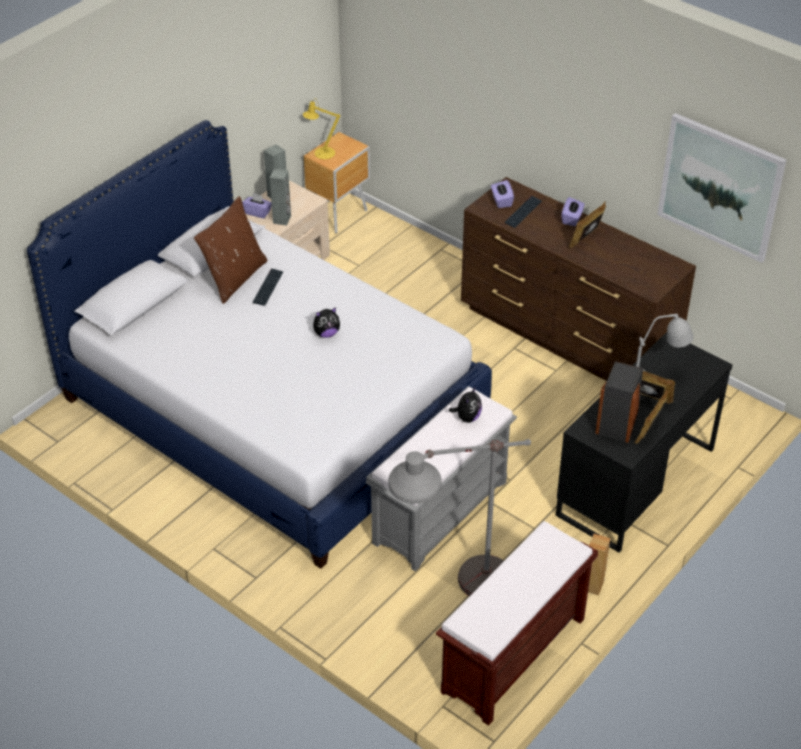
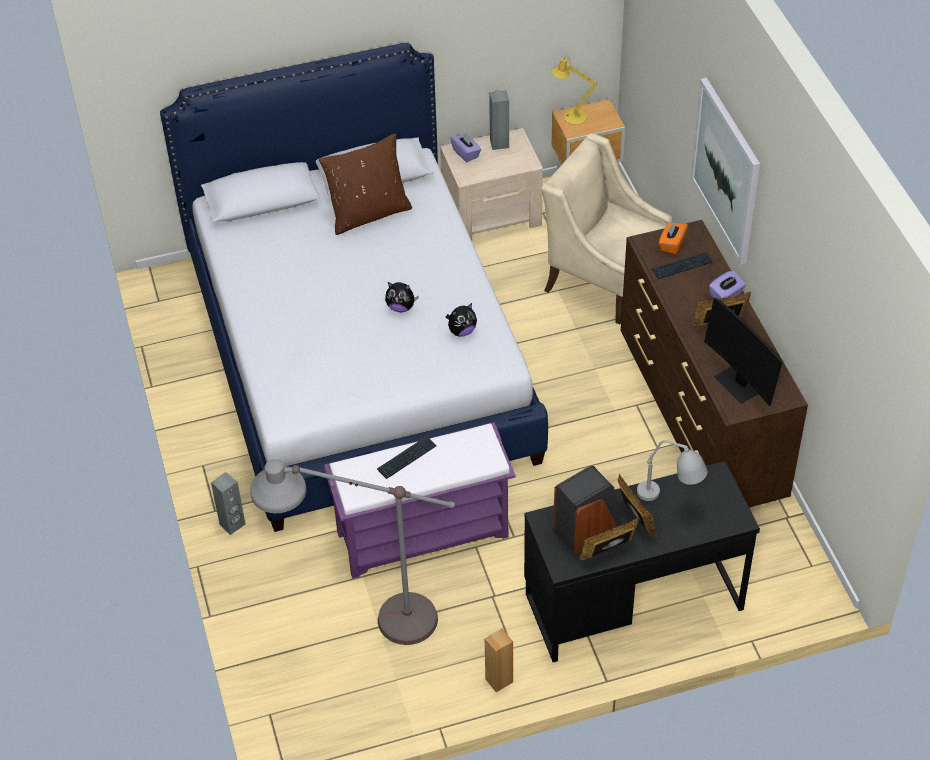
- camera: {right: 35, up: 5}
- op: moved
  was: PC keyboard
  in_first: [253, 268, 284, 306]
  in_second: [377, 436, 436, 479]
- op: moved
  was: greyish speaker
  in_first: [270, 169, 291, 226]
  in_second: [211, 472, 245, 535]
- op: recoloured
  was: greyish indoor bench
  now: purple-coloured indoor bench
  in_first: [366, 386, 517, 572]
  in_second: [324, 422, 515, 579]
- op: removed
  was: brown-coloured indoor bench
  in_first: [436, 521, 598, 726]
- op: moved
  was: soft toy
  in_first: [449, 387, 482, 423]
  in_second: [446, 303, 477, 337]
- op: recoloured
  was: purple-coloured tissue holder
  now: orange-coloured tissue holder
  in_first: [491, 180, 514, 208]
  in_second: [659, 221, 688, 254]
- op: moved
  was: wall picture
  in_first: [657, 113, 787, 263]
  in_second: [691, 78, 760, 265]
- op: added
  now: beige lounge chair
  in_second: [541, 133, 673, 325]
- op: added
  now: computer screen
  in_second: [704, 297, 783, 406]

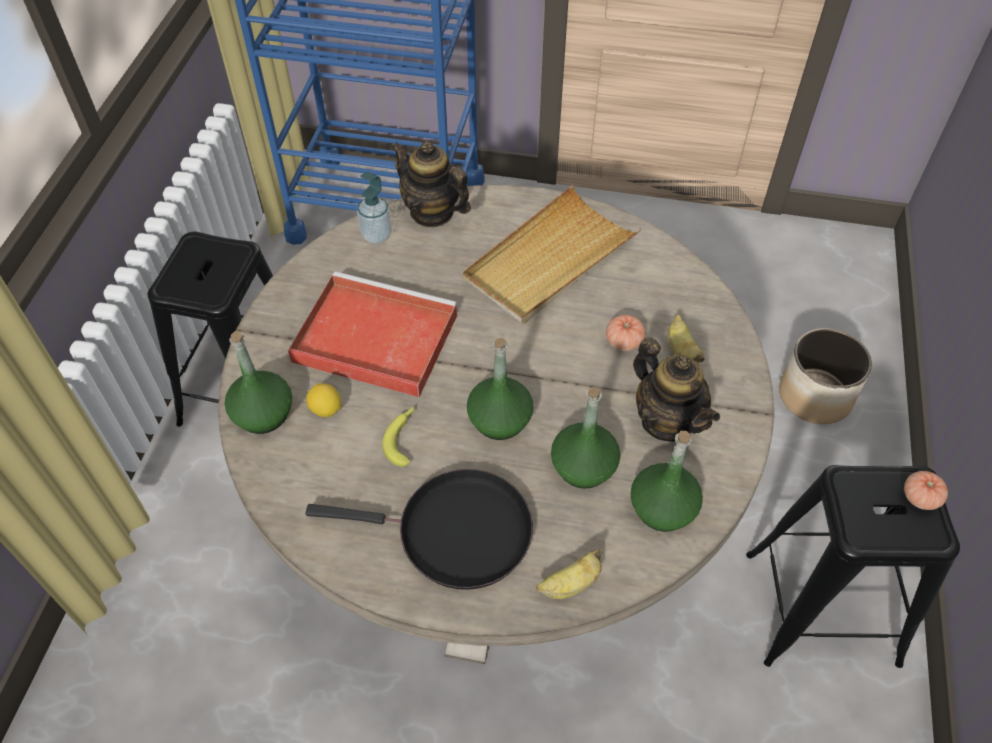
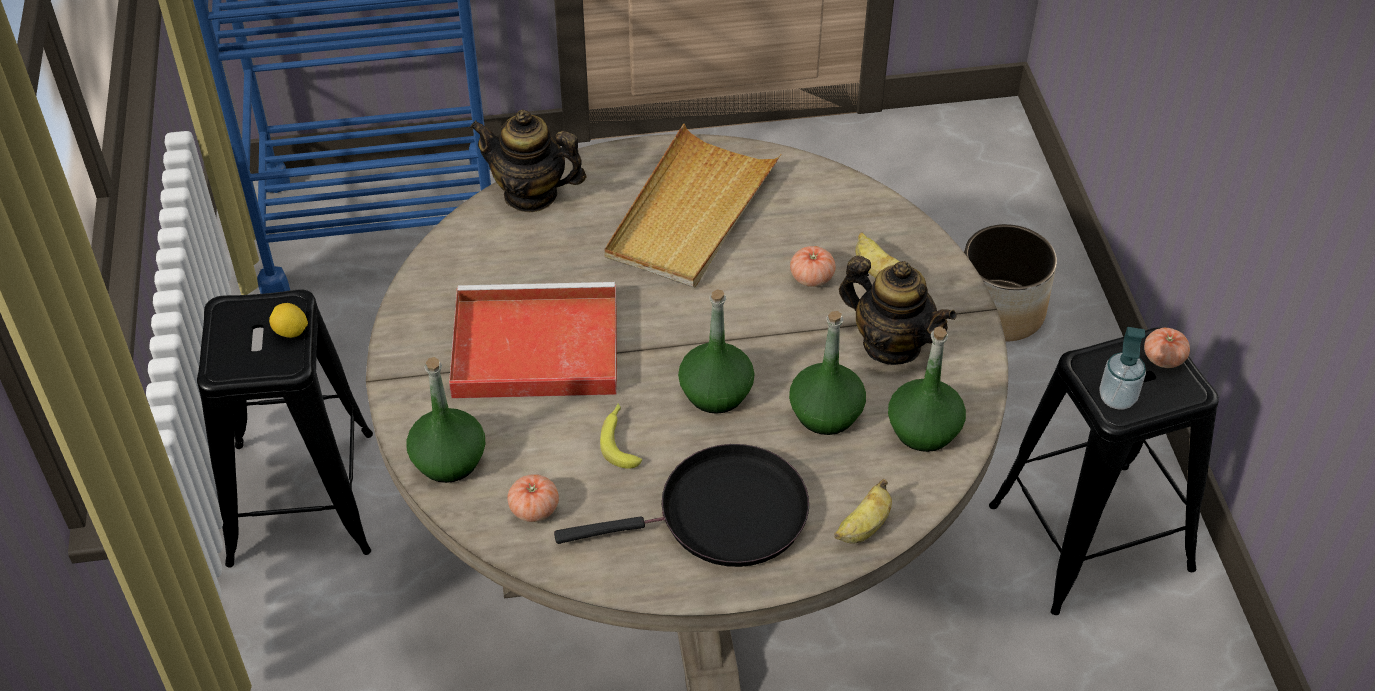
- camera: {right: -20, up: -5}
- op: moved
  was: citrus fruit
  in_first: [306, 383, 341, 417]
  in_second: [269, 303, 308, 338]
- op: moved
  was: soap bottle
  in_first: [357, 172, 392, 244]
  in_second: [1099, 327, 1146, 409]
- op: added
  now: fresh tomato
  in_second: [507, 474, 559, 522]

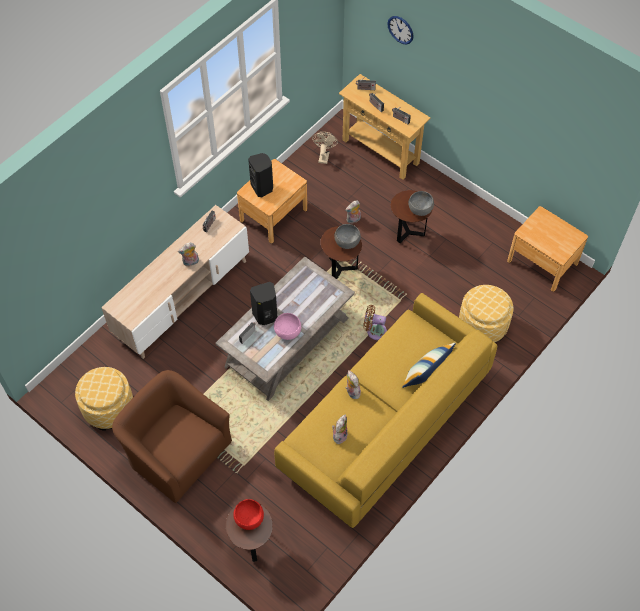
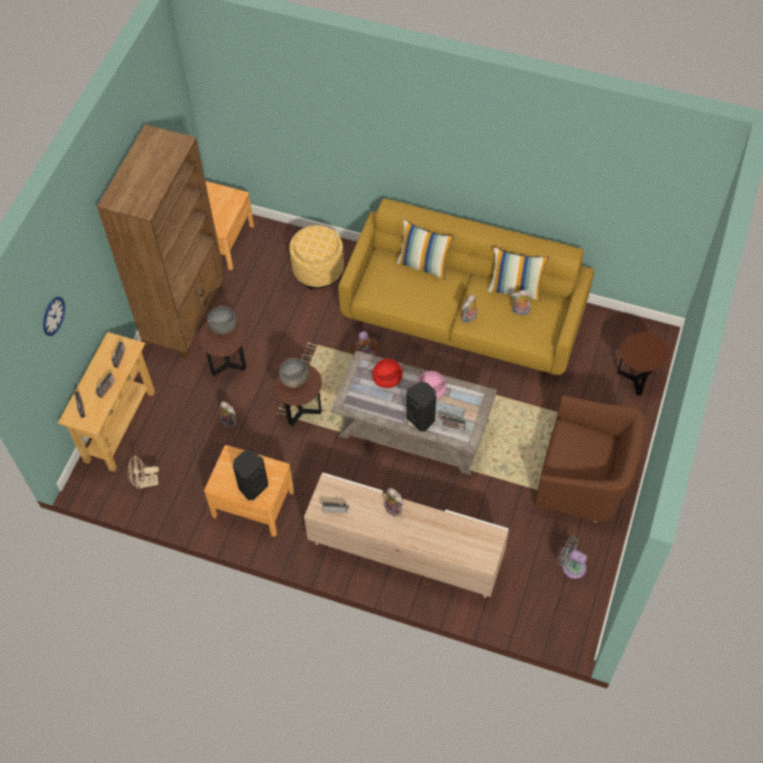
- camera: {right: -110, up: 0}
- op: replaced
  was: pouffe
  now: greyish electric fan
  in_first: [75, 367, 133, 431]
  in_second: [558, 536, 588, 579]
- op: turned
  was: brown-coloured lounge chair
  in_first: [112, 370, 232, 503]
  in_second: [535, 395, 646, 522]
  clockwise: -90
- op: moved
  was: red-coloured serving bowl
  in_first: [233, 499, 264, 530]
  in_second: [372, 359, 403, 388]
- op: added
  now: brown-coloured bookshelf
  in_second: [97, 125, 225, 358]
- op: added
  now: pillow
  in_second: [488, 247, 549, 301]

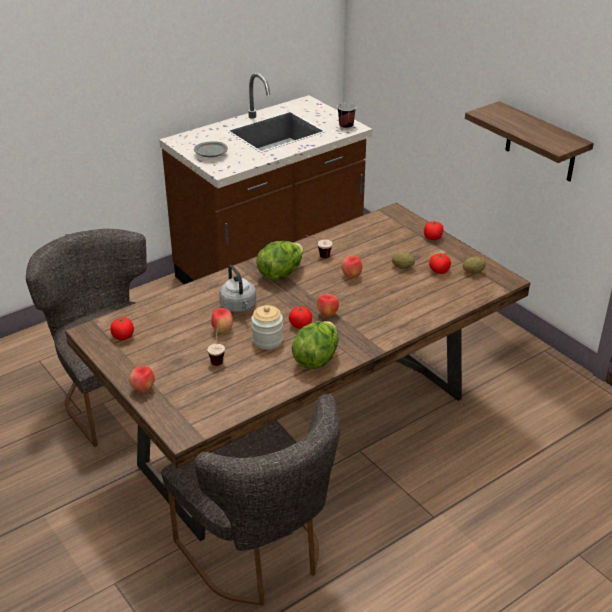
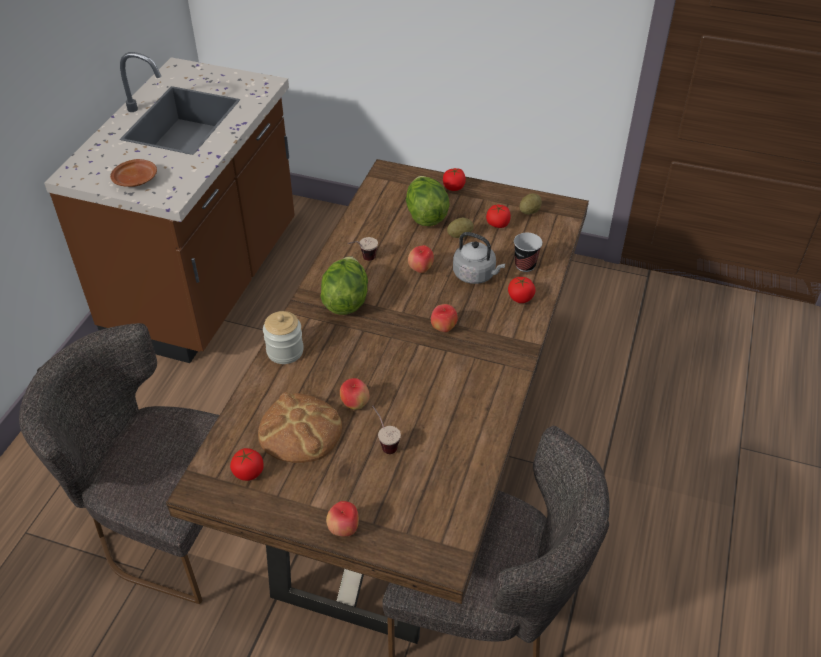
- camera: {right: -35, up: 10}
- op: recoloured
  was: greyish plate
  now: brown-coloured plate
  in_first: [194, 141, 228, 158]
  in_second: [110, 159, 157, 187]
- op: moved
  was: greyish tea kettle
  in_first: [219, 265, 256, 313]
  in_second: [453, 232, 505, 284]
- op: moved
  was: storage jar
  in_first: [251, 305, 283, 349]
  in_second: [263, 311, 304, 364]
- op: moved
  was: fresh tomato
  in_first: [289, 306, 312, 329]
  in_second: [508, 277, 535, 303]
- op: moved
  was: lettuce head
  in_first: [291, 321, 338, 369]
  in_second: [406, 176, 450, 226]
- op: moved
  was: small cup
  in_first: [337, 103, 356, 129]
  in_second: [514, 233, 542, 272]
- op: removed
  was: bracket shelf
  in_first: [465, 101, 594, 181]
- op: added
  now: bread
  in_second: [258, 392, 342, 463]

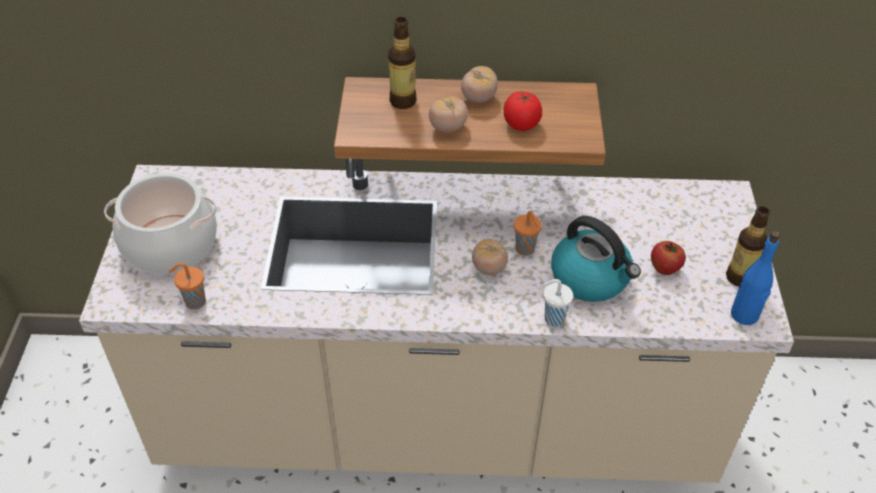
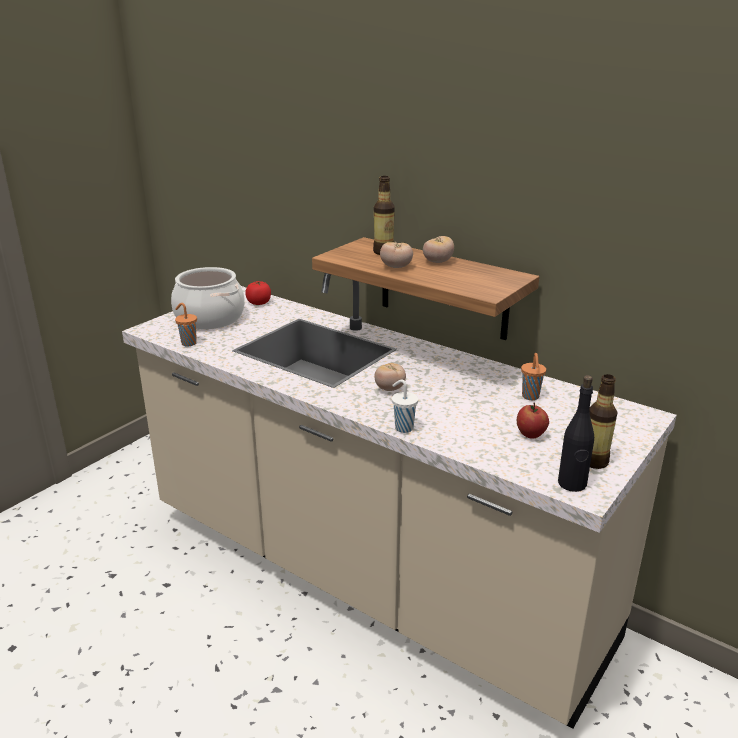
- camera: {right: 35, up: -20}
- op: moved
  was: fresh tomato
  in_first: [504, 91, 542, 131]
  in_second: [245, 281, 271, 305]
- op: moved
  was: orange-coloured small cup
  in_first: [514, 211, 542, 256]
  in_second: [521, 353, 546, 400]
- op: removed
  was: tea kettle
  in_first: [551, 216, 641, 302]
- op: recoloured
  was: blue-coloured drink bottle
  now: black-coloured drink bottle
  in_first: [731, 230, 780, 325]
  in_second: [558, 375, 594, 492]

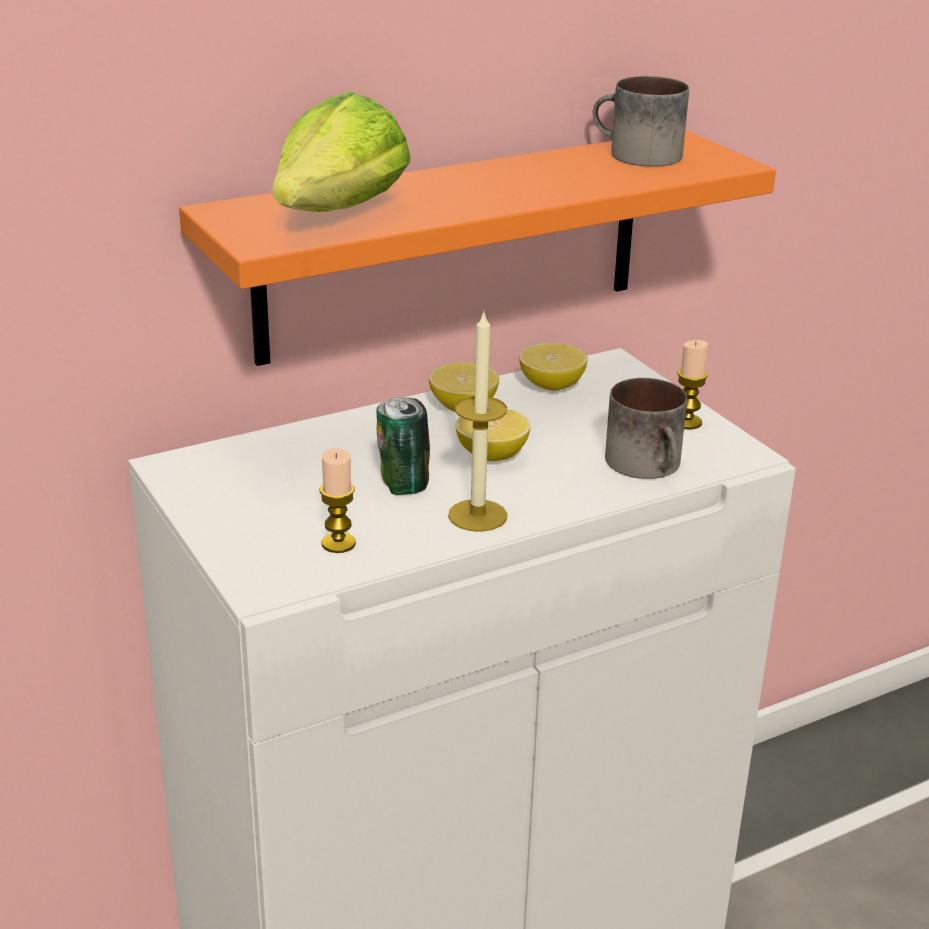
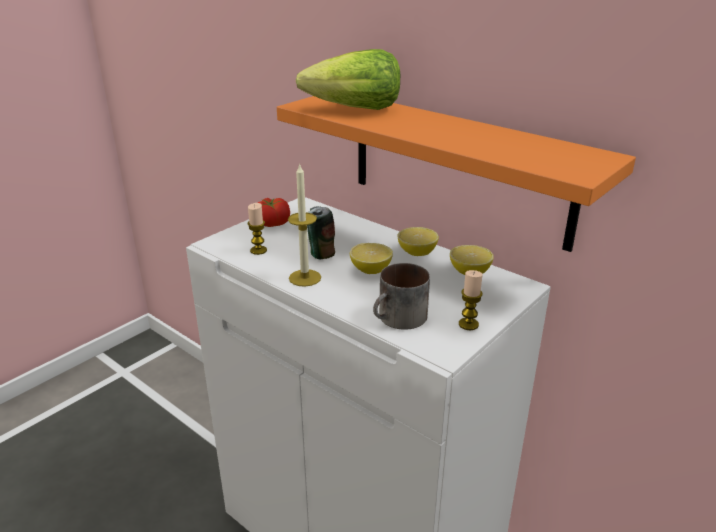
- camera: {right: 70, up: 0}
- op: removed
  was: mug
  in_first: [593, 76, 689, 167]
- op: added
  now: fresh tomato
  in_second: [257, 198, 290, 227]

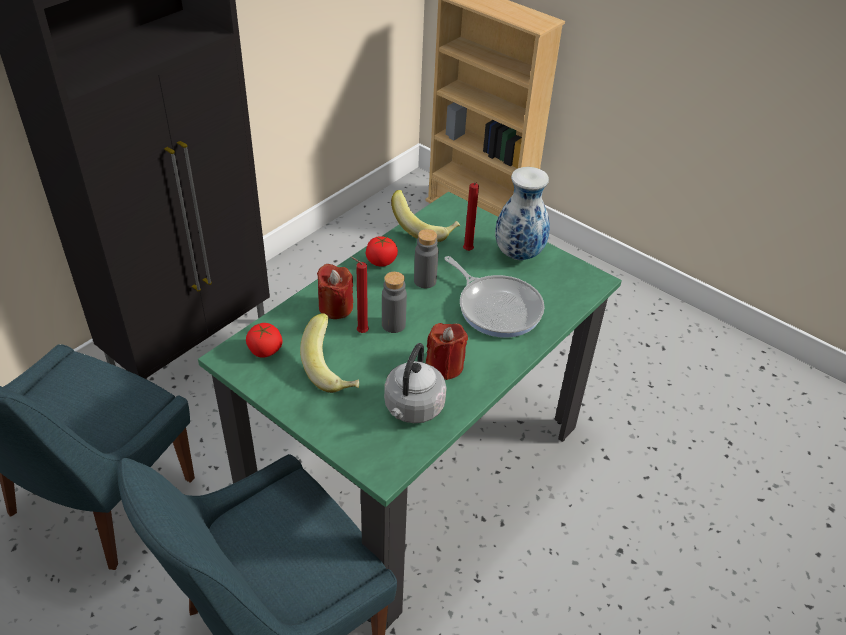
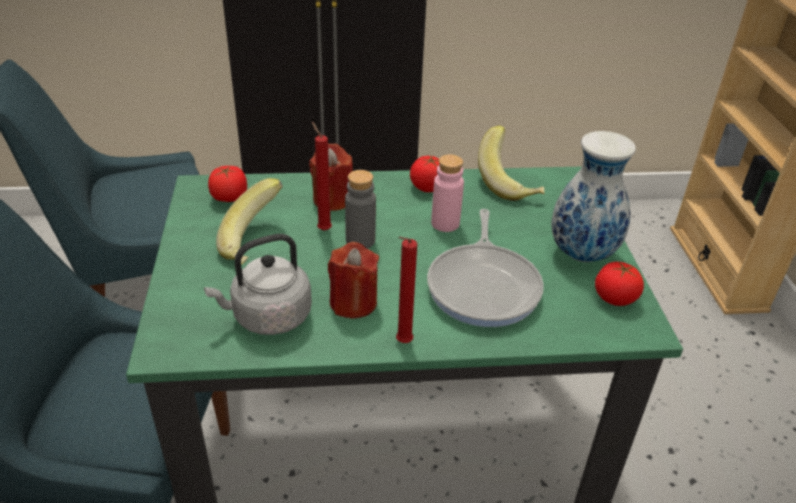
- camera: {right: 45, up: -5}
- op: recoloured
  was: greyish drink bottle
  now: pink drink bottle
  in_first: [414, 229, 438, 288]
  in_second: [431, 154, 464, 232]
- op: moved
  was: red-coloured wax candle
  in_first: [463, 182, 479, 251]
  in_second: [396, 236, 417, 343]
- op: added
  now: fresh tomato
  in_second: [595, 261, 644, 306]

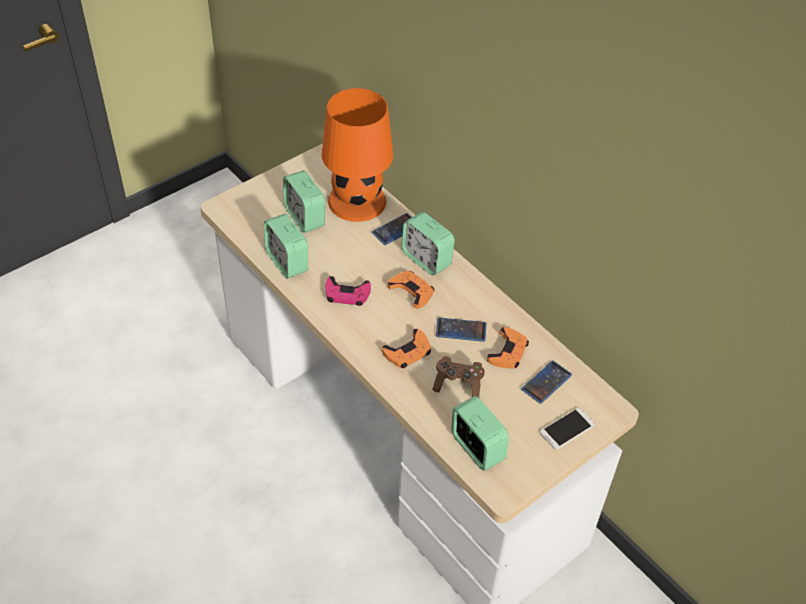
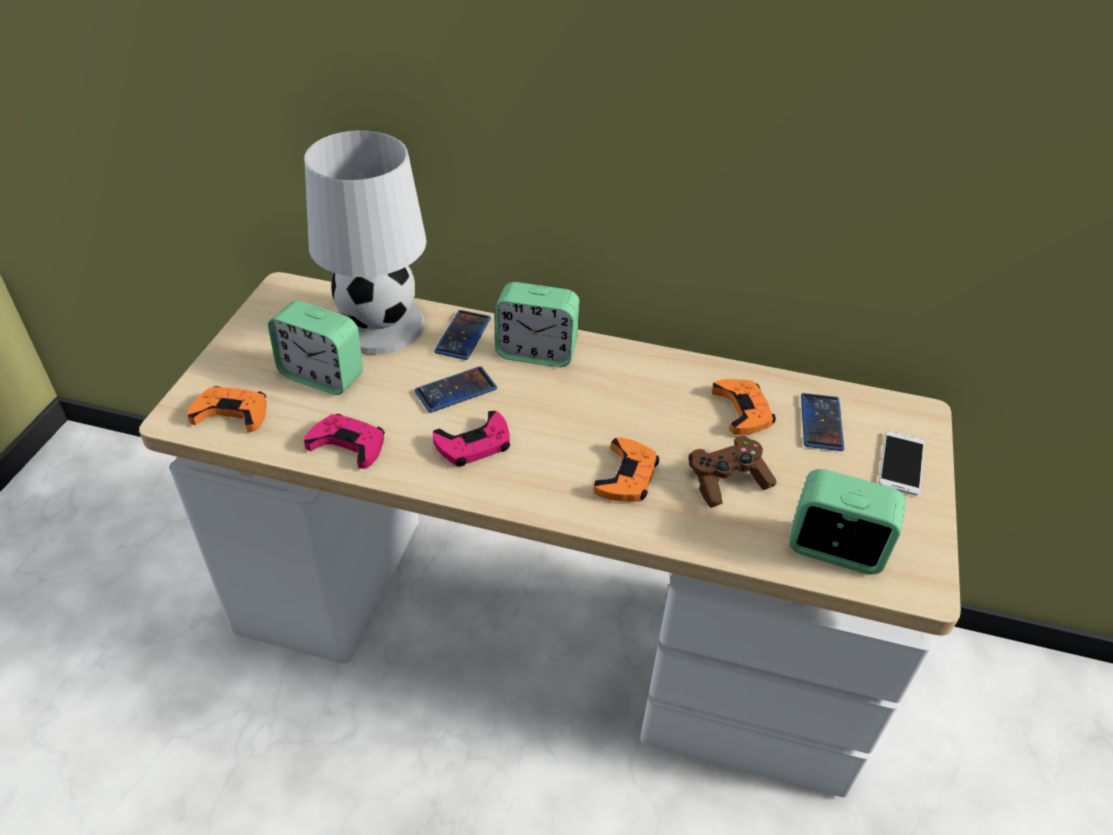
- camera: {right: -35, up: -5}
- op: replaced
  was: bedside clock
  now: pink joypad
  in_first: [264, 214, 308, 279]
  in_second: [304, 414, 385, 469]
- op: recoloured
  was: orange-coloured table lamp
  now: white table lamp
  in_first: [322, 88, 393, 222]
  in_second: [304, 130, 427, 355]
- op: moved
  was: orange-coloured joypad
  in_first: [388, 271, 434, 309]
  in_second: [187, 386, 266, 432]
- op: moved
  was: telephone
  in_first: [436, 318, 487, 342]
  in_second: [414, 366, 497, 413]

